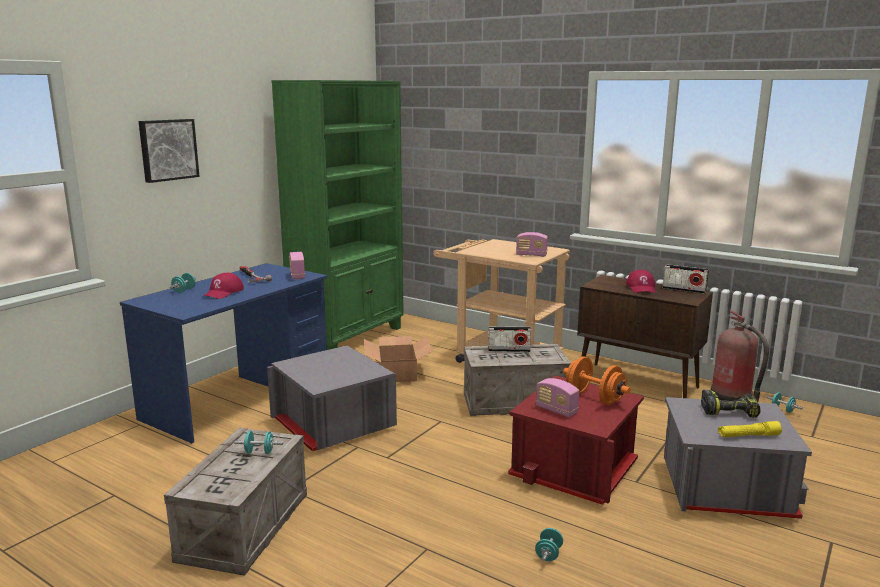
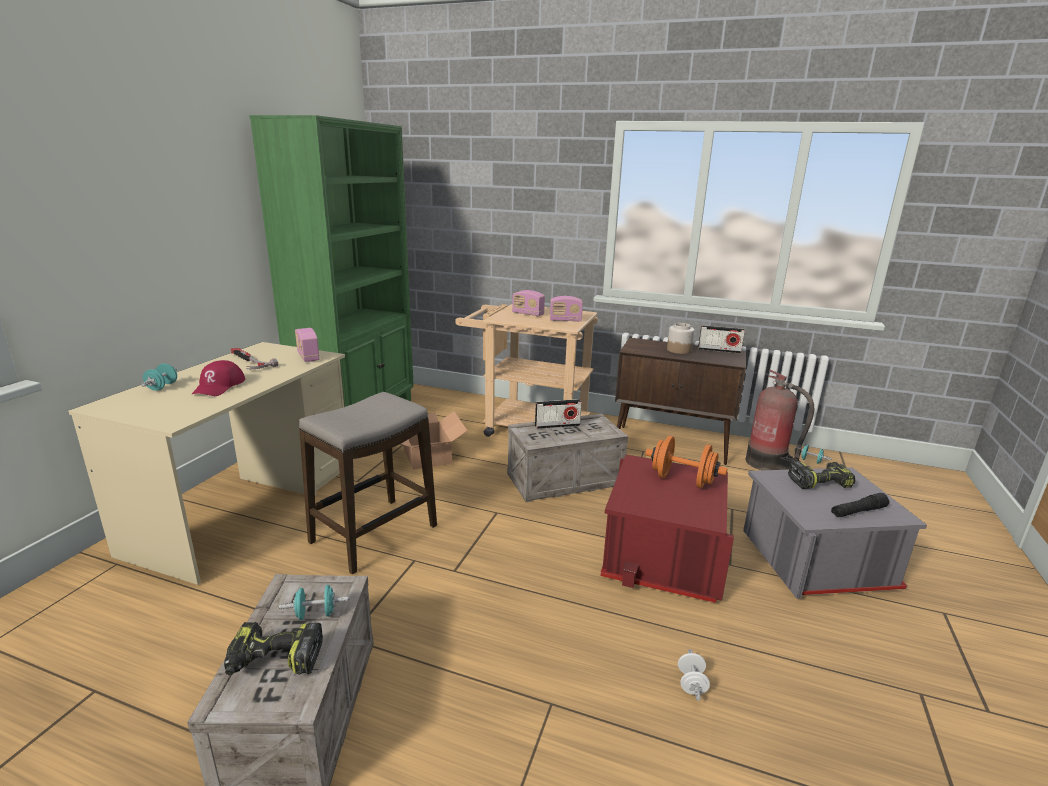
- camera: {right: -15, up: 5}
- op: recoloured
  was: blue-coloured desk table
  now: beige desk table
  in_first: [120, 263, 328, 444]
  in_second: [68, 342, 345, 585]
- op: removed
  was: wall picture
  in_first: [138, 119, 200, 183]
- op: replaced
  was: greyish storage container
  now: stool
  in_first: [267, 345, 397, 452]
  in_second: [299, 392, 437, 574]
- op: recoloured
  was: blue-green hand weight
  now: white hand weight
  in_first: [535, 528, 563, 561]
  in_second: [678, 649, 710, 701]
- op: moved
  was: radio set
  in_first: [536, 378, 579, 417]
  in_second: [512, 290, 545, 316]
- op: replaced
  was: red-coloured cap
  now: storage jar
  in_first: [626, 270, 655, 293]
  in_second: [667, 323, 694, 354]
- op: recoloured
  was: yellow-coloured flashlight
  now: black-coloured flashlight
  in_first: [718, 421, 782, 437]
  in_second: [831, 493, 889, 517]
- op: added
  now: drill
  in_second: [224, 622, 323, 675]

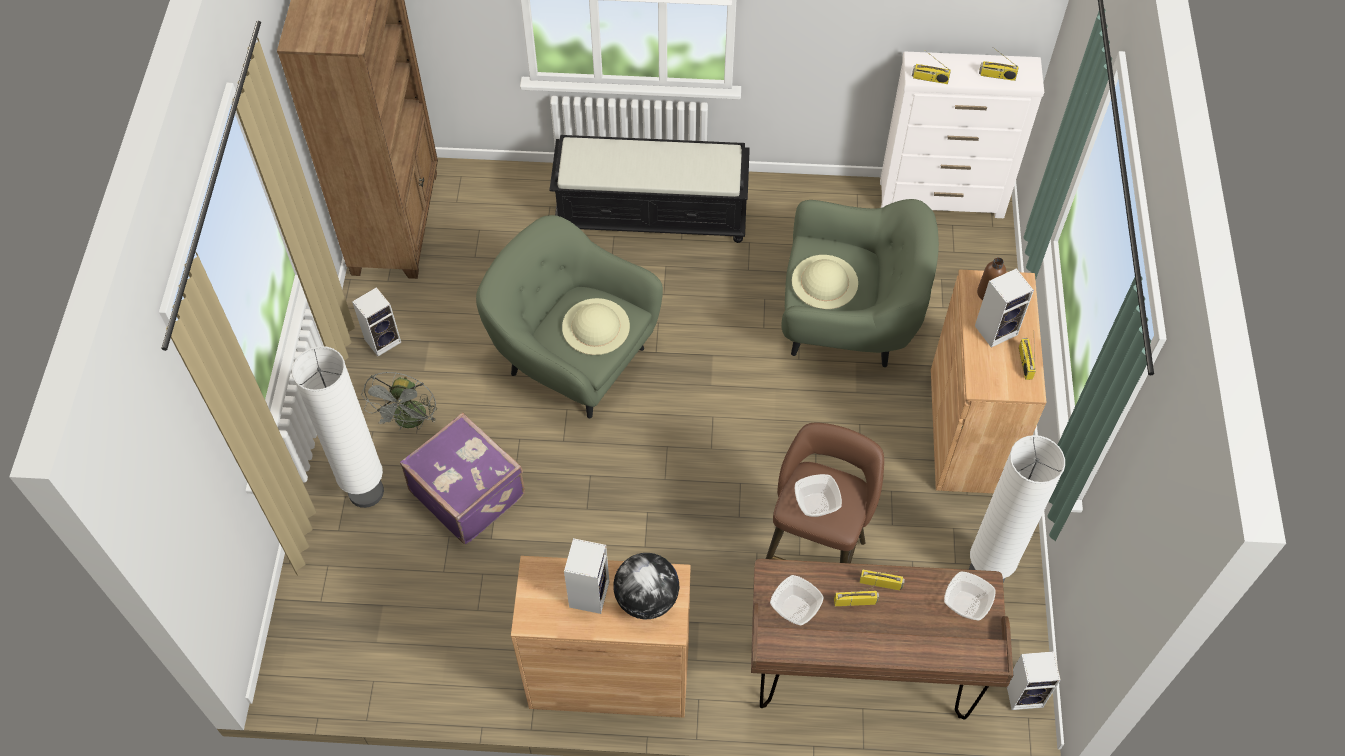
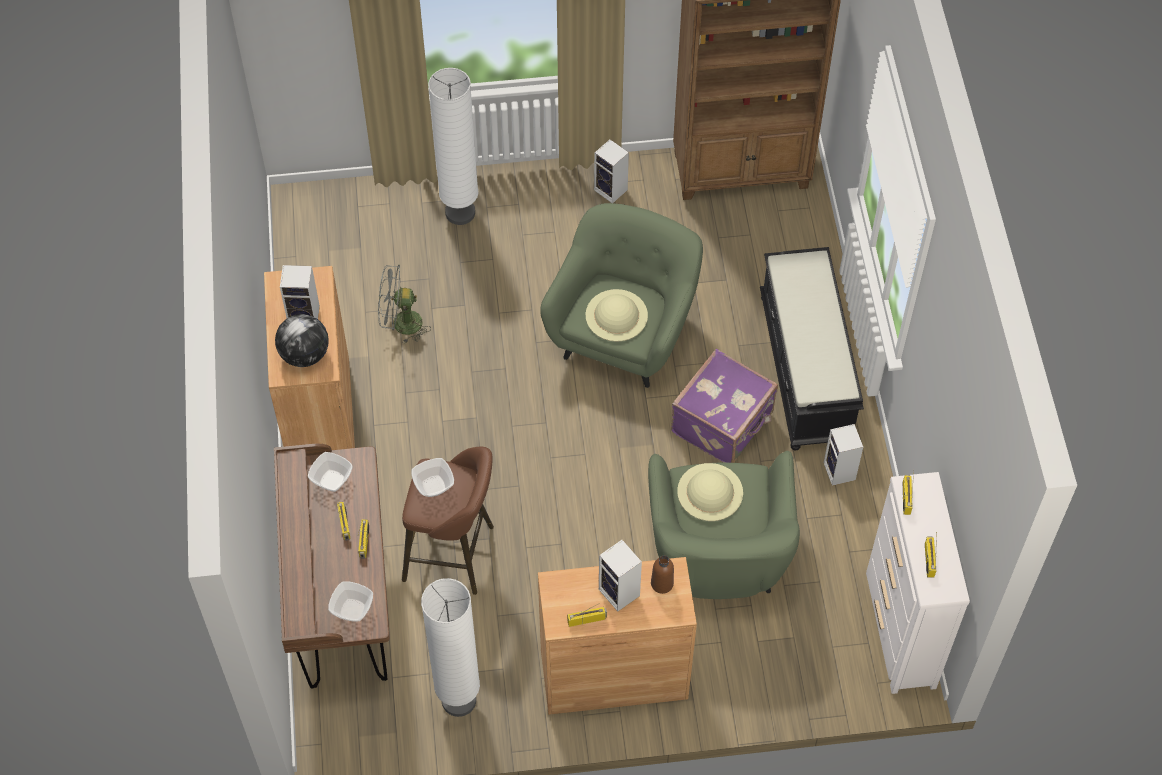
- camera: {right: 80, up: 0}
- op: moved
  was: greyish electric fan
  in_first: [361, 372, 437, 430]
  in_second: [378, 265, 431, 344]
- op: moved
  was: purple-coloured suitcase
  in_first: [400, 413, 525, 544]
  in_second: [671, 349, 778, 463]
- op: moved
  was: speaker
  in_first: [1007, 652, 1061, 710]
  in_second: [824, 424, 863, 486]

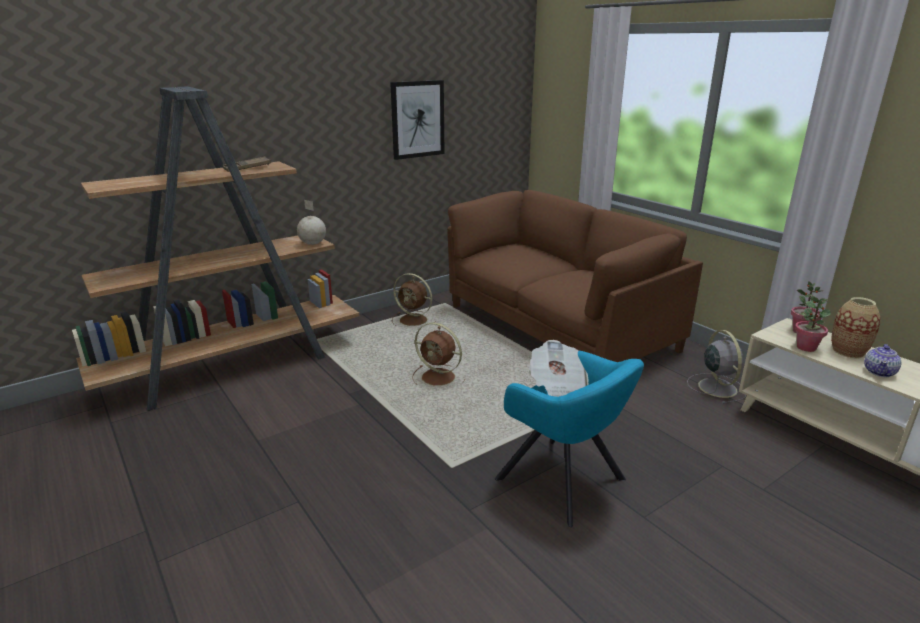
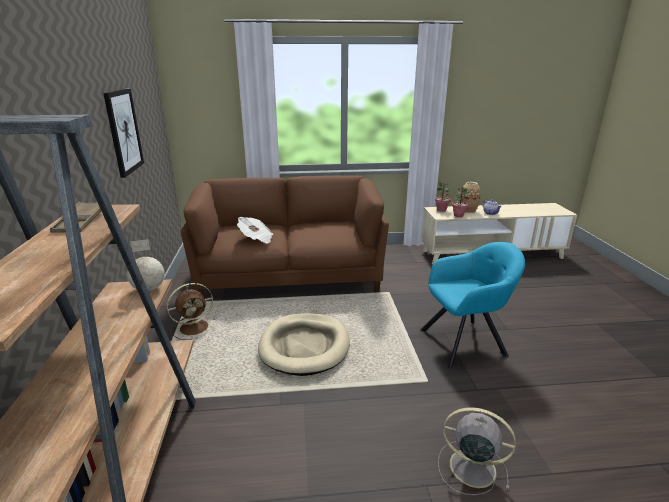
- camera: {right: -60, up: 0}
- op: replaced
  was: brown-coloured electric fan
  now: beige dog cushion
  in_first: [412, 322, 465, 386]
  in_second: [258, 313, 350, 376]
- op: moved
  was: printed paper
  in_first: [529, 340, 589, 397]
  in_second: [237, 217, 273, 243]
- op: moved
  was: greyish electric fan
  in_first: [687, 330, 746, 404]
  in_second: [438, 407, 516, 495]

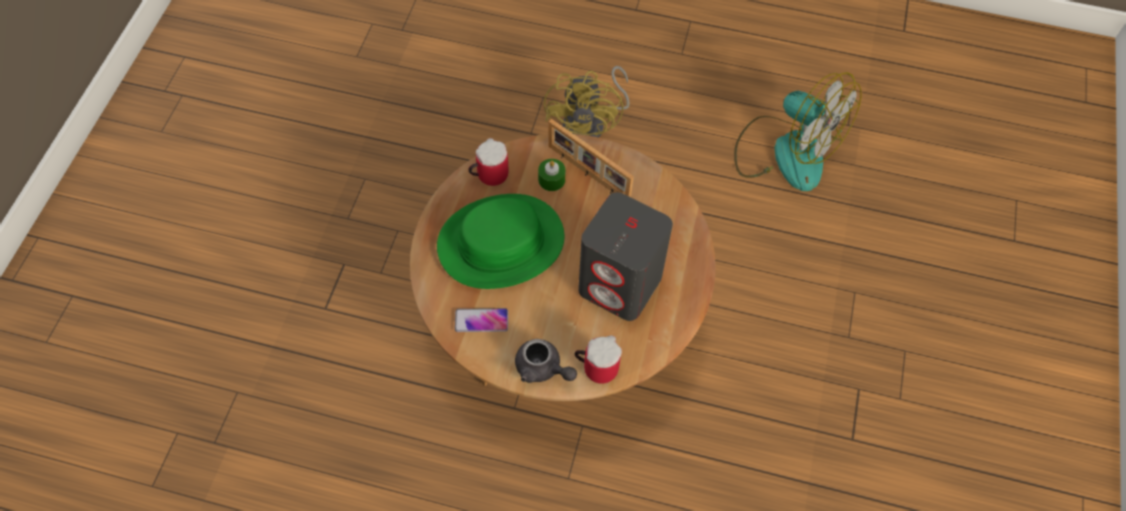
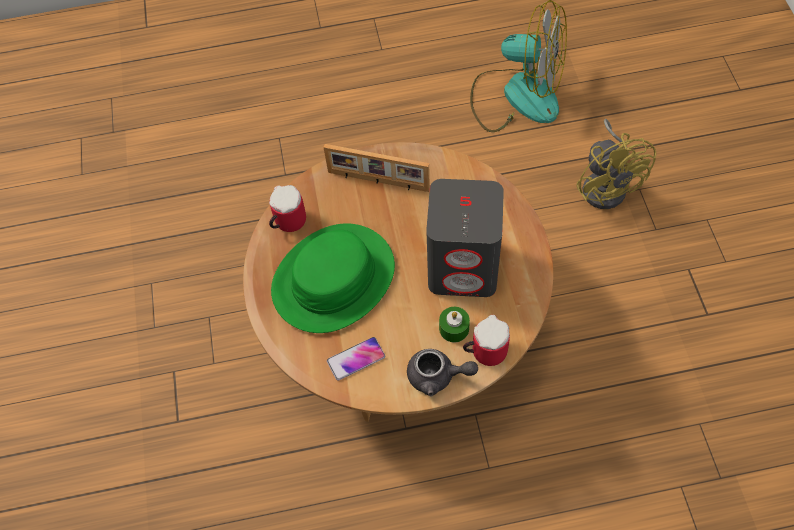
- camera: {right: -20, up: 0}
- op: moved
  was: green-coloured wax candle
  in_first: [538, 159, 566, 191]
  in_second: [439, 307, 470, 342]
- op: moved
  was: yellow-coloured electric fan
  in_first: [544, 66, 630, 138]
  in_second: [576, 119, 656, 209]

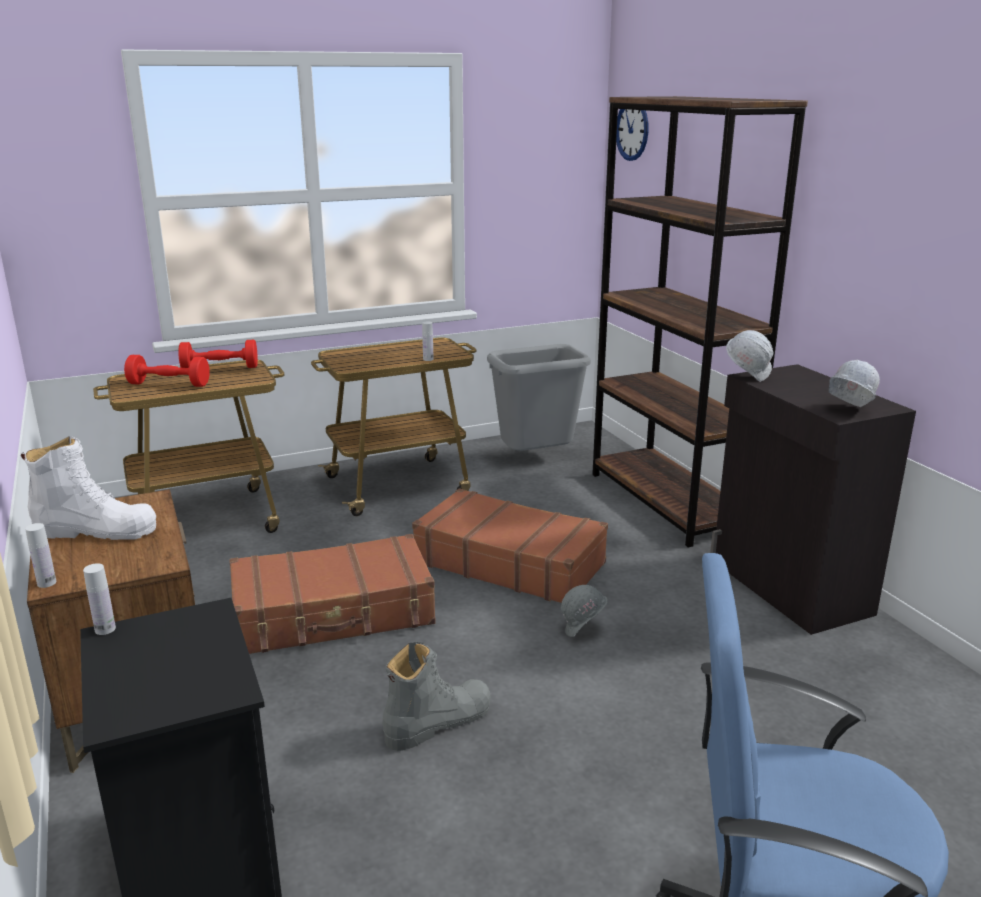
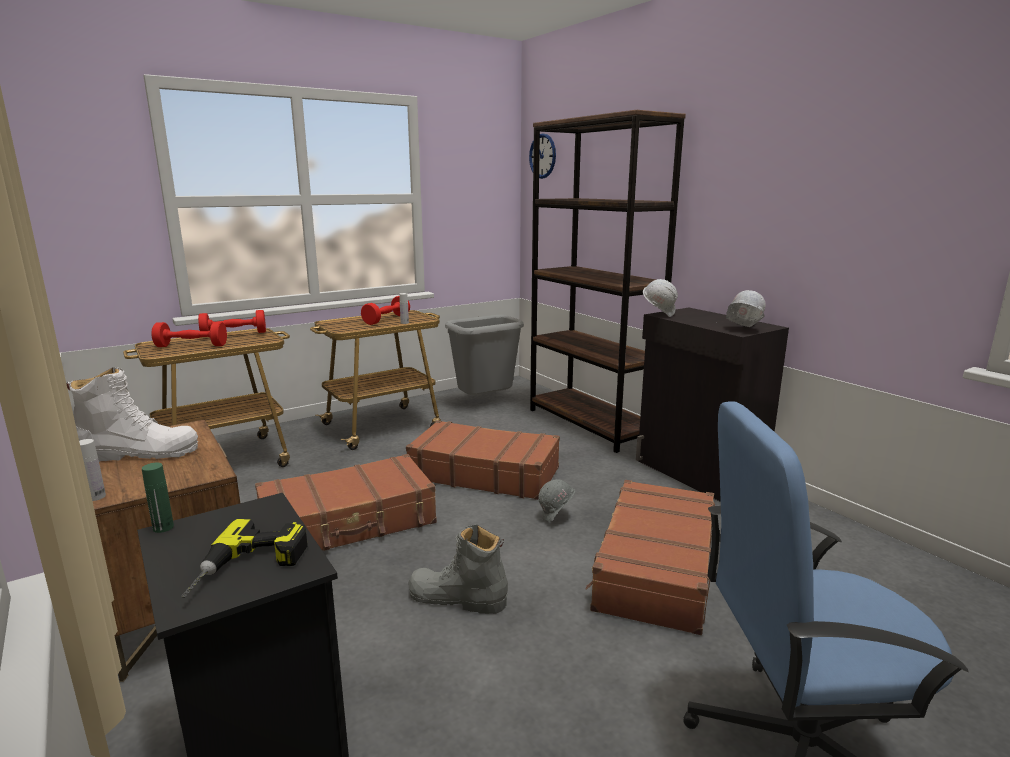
- camera: {right: -10, up: -5}
- op: recoloured
  was: white drink bottle
  now: green-coloured drink bottle
  in_first: [83, 563, 116, 635]
  in_second: [142, 463, 174, 533]
- op: turned
  was: greyish high-top boot
  in_first: [383, 642, 491, 751]
  in_second: [408, 525, 508, 614]
  clockwise: -120
- op: added
  now: drill
  in_second: [182, 519, 308, 598]
- op: added
  now: red-coloured hand weight
  in_second: [361, 296, 410, 325]
- op: added
  now: brown-coloured suitcase
  in_second: [585, 480, 715, 635]

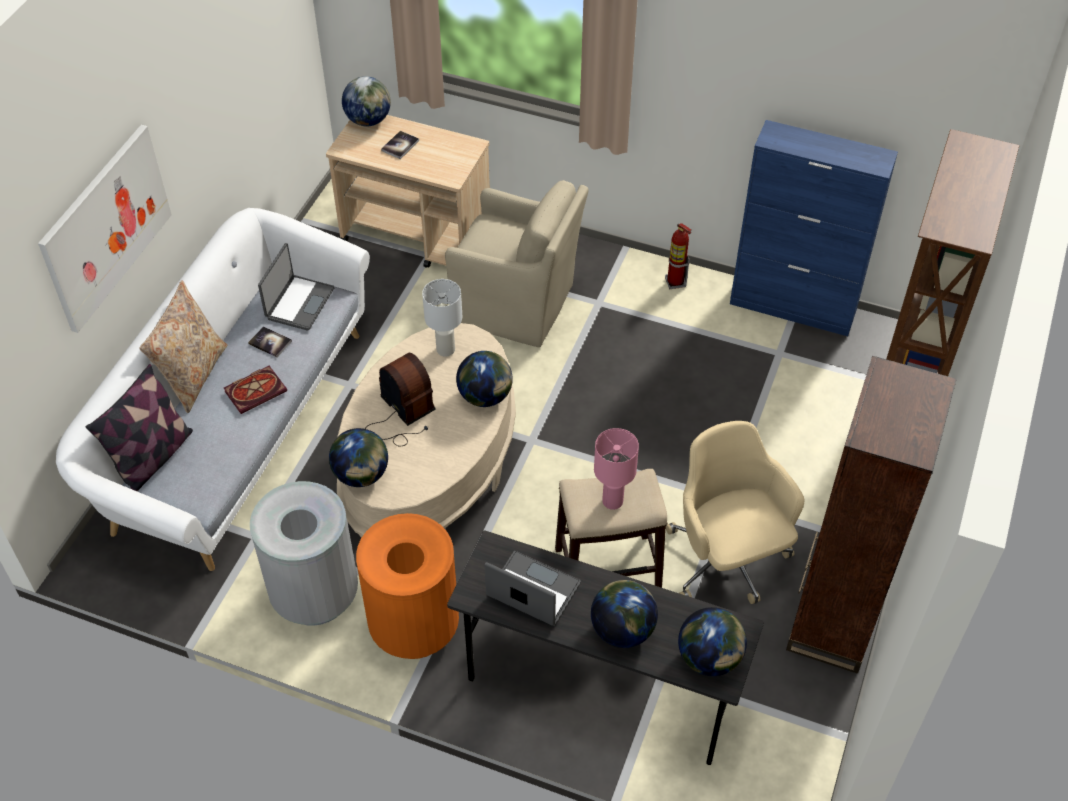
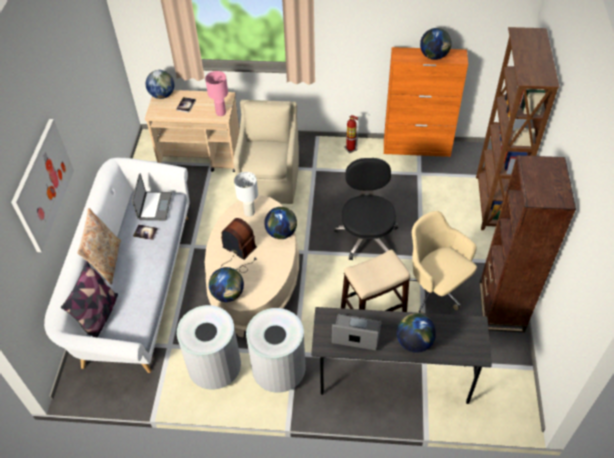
- camera: {right: -15, up: 0}
- op: removed
  was: book
  in_first: [224, 366, 287, 414]
- op: recoloured
  was: orange-coloured trash can
  now: greyish trash can
  in_first: [356, 513, 459, 659]
  in_second: [246, 308, 305, 393]
- op: turned
  was: beige lounge chair
  in_first: [445, 180, 589, 347]
  in_second: [233, 100, 299, 204]
  clockwise: -90
- op: moved
  was: pink table lamp
  in_first: [594, 428, 639, 510]
  in_second: [205, 71, 228, 116]
- op: moved
  was: globe
  in_first: [678, 607, 747, 676]
  in_second: [420, 28, 452, 60]
- op: recoloured
  was: blue-coloured cabinet
  now: orange-coloured cabinet
  in_first: [730, 120, 898, 336]
  in_second: [384, 47, 468, 157]
- op: added
  now: black-coloured office chair
  in_second: [334, 158, 398, 260]

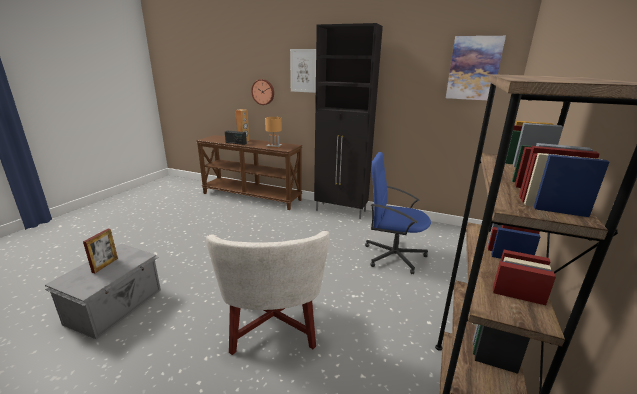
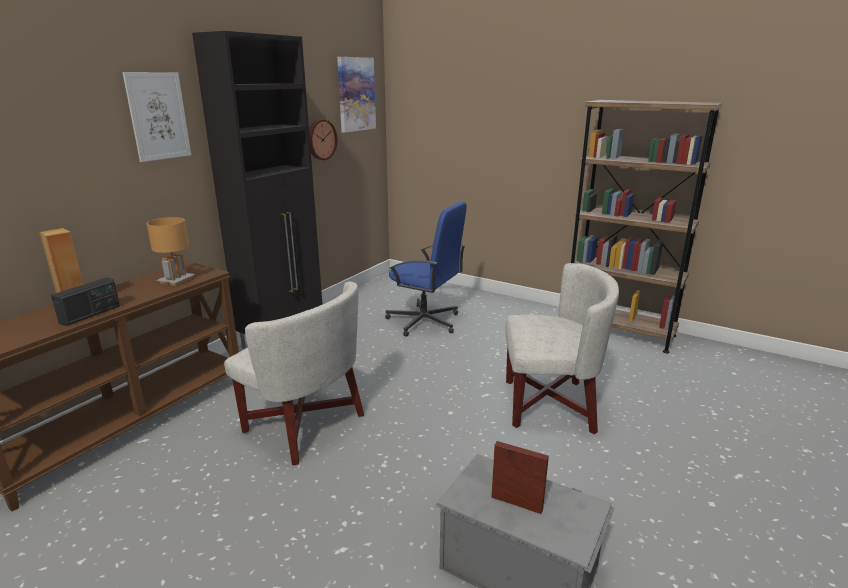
- camera: {right: -80, up: 0}
- op: moved
  was: clock on the wall
  in_first: [251, 79, 274, 105]
  in_second: [309, 119, 337, 160]
- op: turned
  was: blue-coloured office chair
  in_first: [365, 152, 431, 274]
  in_second: [385, 202, 467, 337]
  clockwise: -90
- op: added
  now: white lounge chair
  in_second: [224, 281, 364, 465]

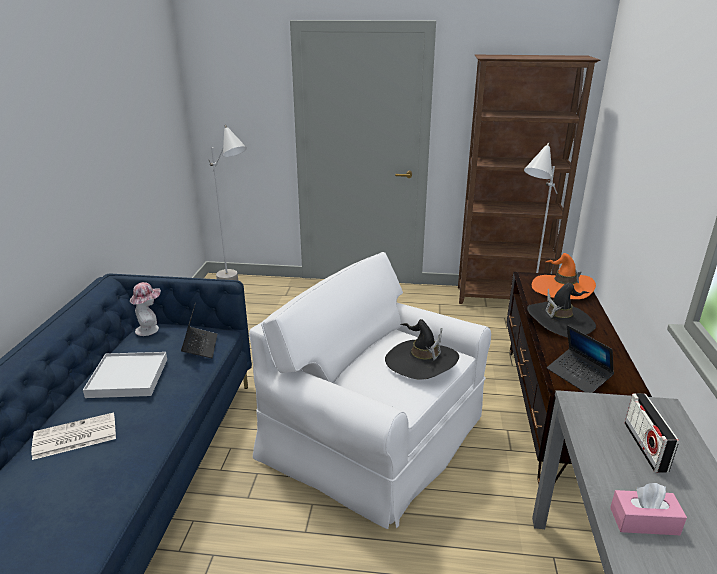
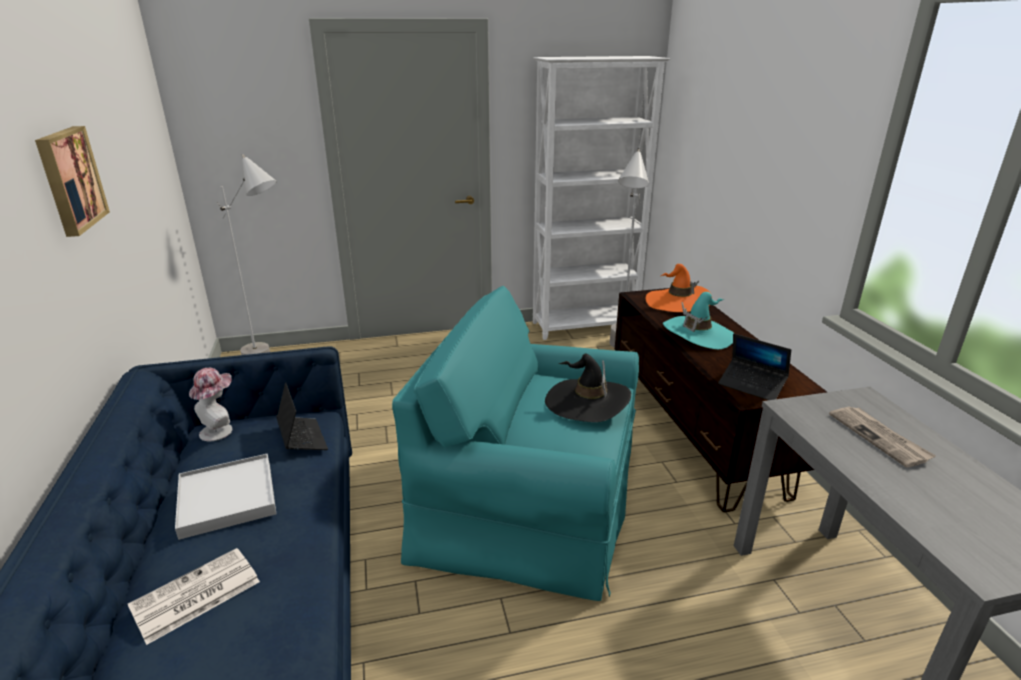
- camera: {right: -20, up: 0}
- op: recoloured
  was: white lounge chair
  now: blue-green lounge chair
  in_first: [249, 252, 491, 529]
  in_second: [392, 286, 639, 601]
- op: recoloured
  was: brown-coloured bookshelf
  now: white bookshelf
  in_first: [458, 55, 600, 304]
  in_second: [533, 56, 671, 340]
- op: recoloured
  was: black-coloured wearable hat
  now: blue-green wearable hat
  in_first: [527, 283, 596, 337]
  in_second: [663, 292, 734, 349]
- op: removed
  was: pink tissue holder
  in_first: [610, 483, 687, 535]
- op: replaced
  was: radio set
  now: printed paper
  in_first: [624, 393, 679, 473]
  in_second: [829, 406, 936, 468]
- op: added
  now: wall picture
  in_second: [35, 126, 110, 237]

